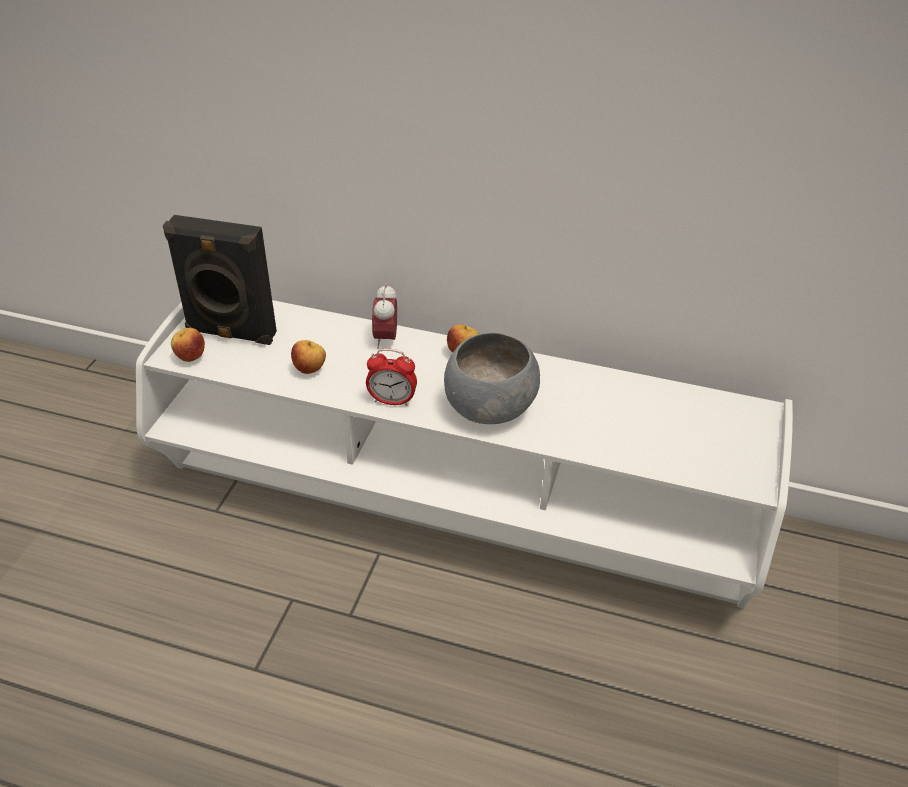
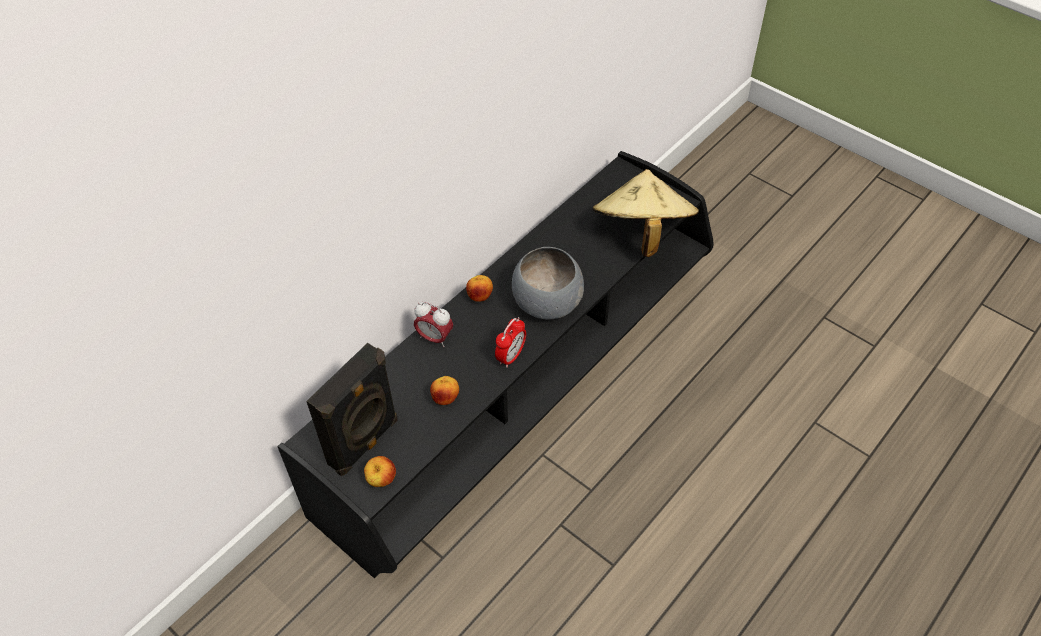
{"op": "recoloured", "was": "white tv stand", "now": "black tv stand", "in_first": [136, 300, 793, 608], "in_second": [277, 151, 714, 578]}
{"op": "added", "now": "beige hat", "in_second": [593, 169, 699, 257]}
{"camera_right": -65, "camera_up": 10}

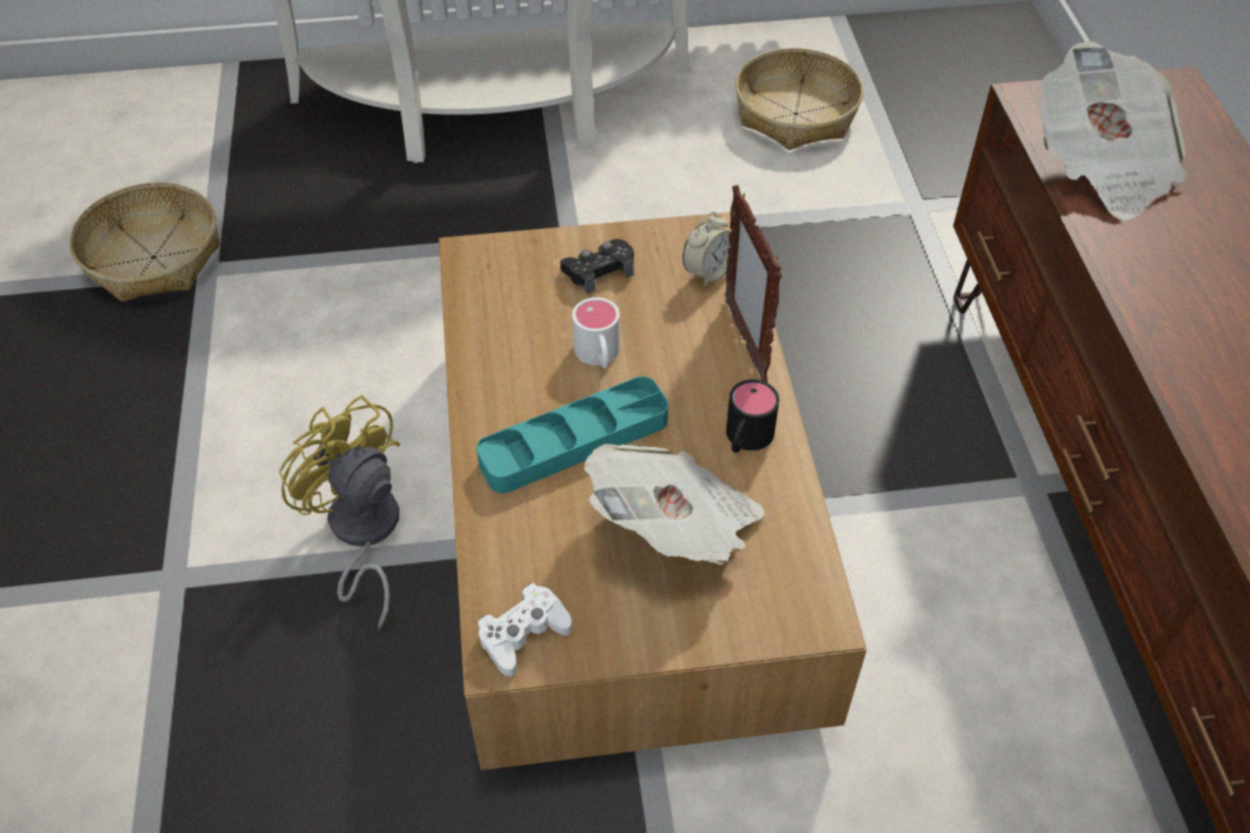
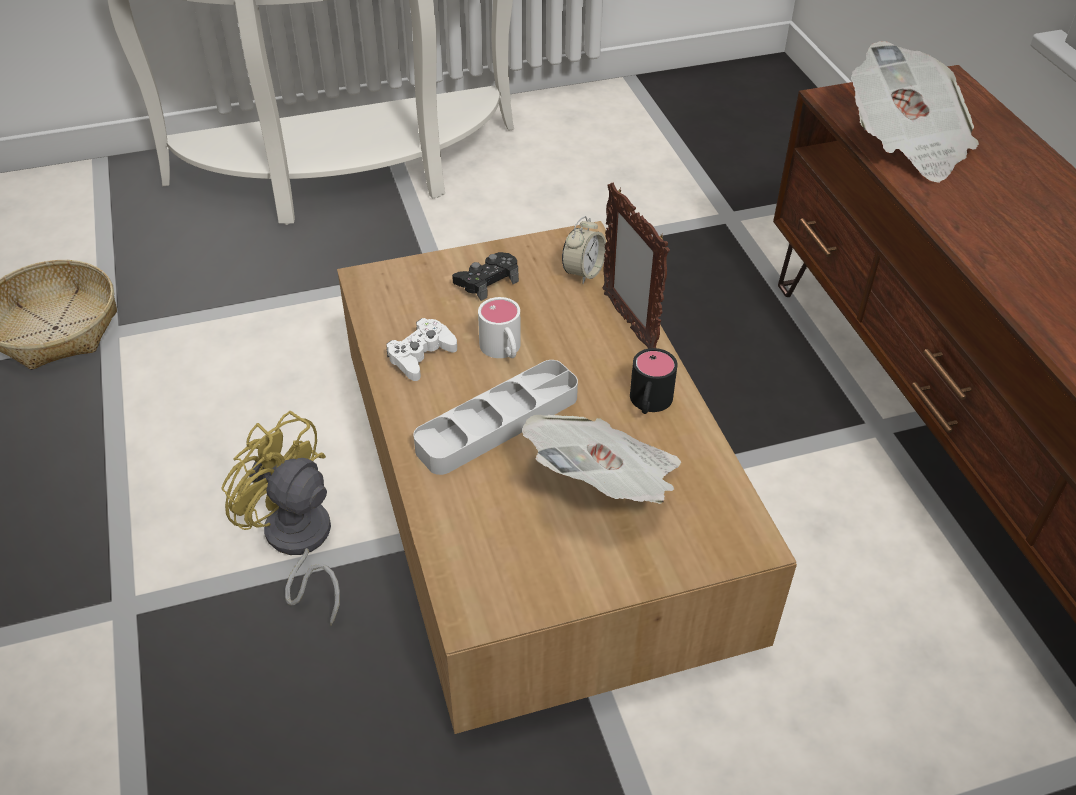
{"op": "removed", "was": "basket", "in_first": [735, 48, 863, 150]}
{"op": "recoloured", "was": "turquoise tray", "now": "grey tray", "in_first": [477, 376, 668, 493], "in_second": [413, 360, 578, 475]}
{"op": "moved", "was": "white game controller", "in_first": [478, 583, 572, 676], "in_second": [386, 318, 457, 381]}
{"camera_right": -10, "camera_up": -5}

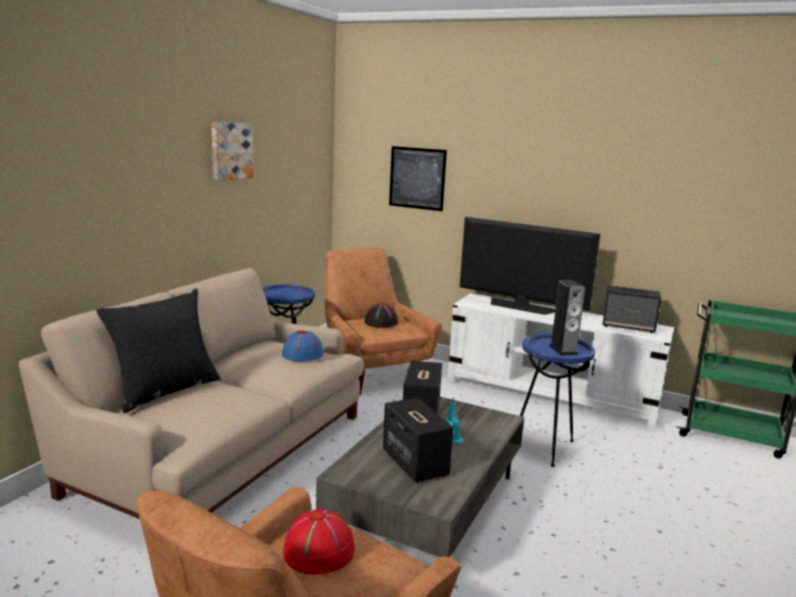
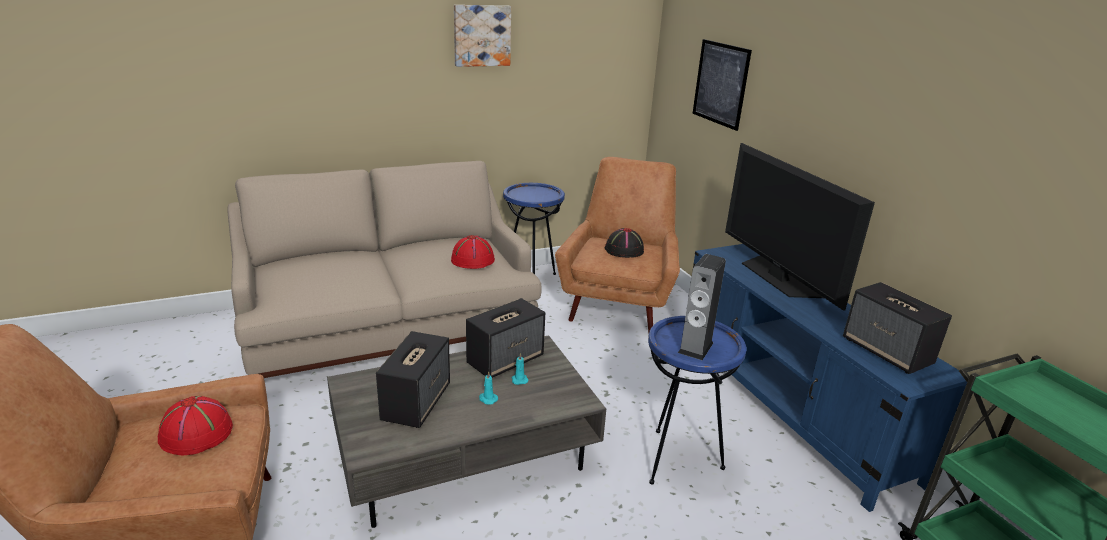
{"op": "removed", "was": "black pillow", "in_first": [96, 289, 221, 413]}
{"op": "recoloured", "was": "white tv stand", "now": "blue tv stand", "in_first": [447, 293, 674, 431], "in_second": [693, 244, 967, 512]}
{"op": "recoloured", "was": "blue hat", "now": "red hat", "in_first": [282, 330, 324, 362], "in_second": [451, 235, 495, 269]}
{"camera_right": 40, "camera_up": 10}

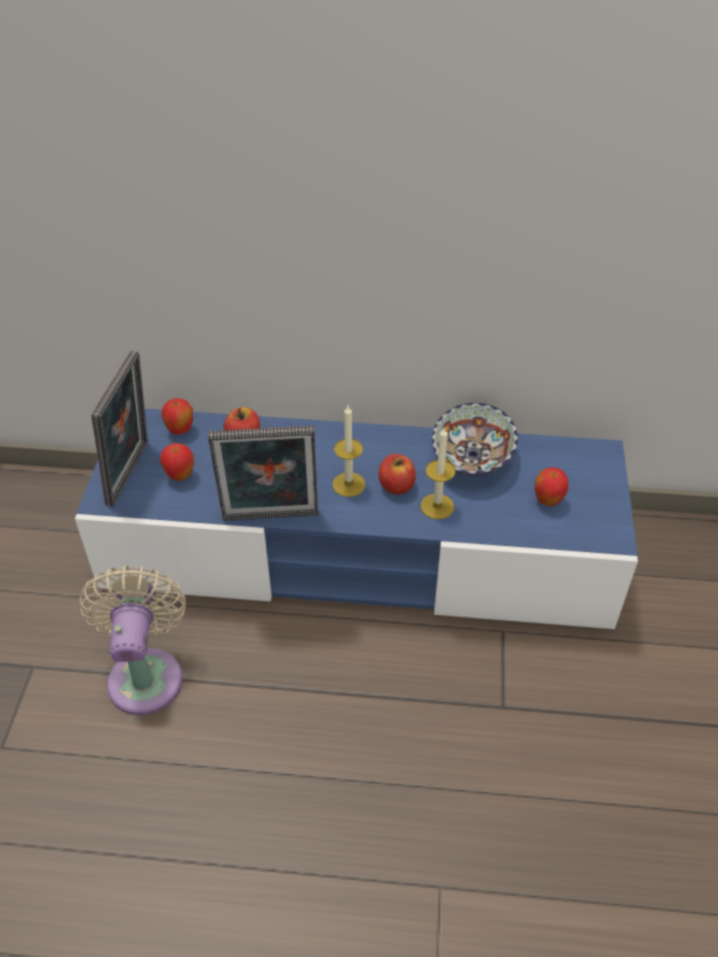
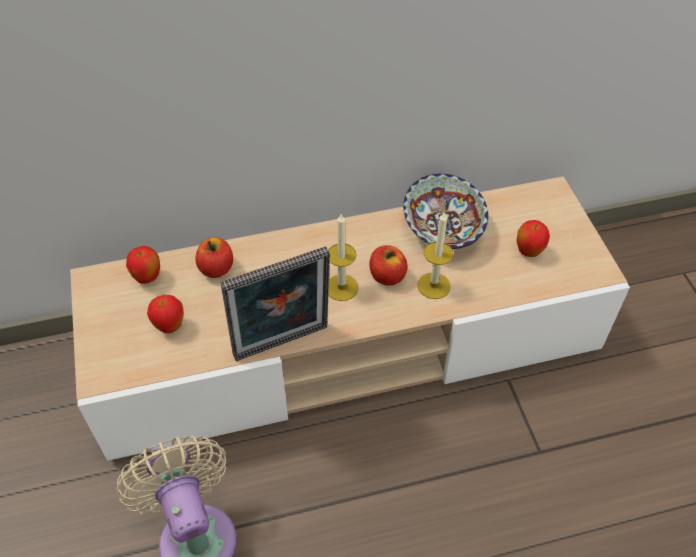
{"op": "removed", "was": "picture frame", "in_first": [91, 351, 148, 507]}
{"op": "recoloured", "was": "blue tv stand", "now": "beige tv stand", "in_first": [75, 408, 638, 629], "in_second": [70, 176, 630, 461]}
{"camera_right": -20, "camera_up": 5}

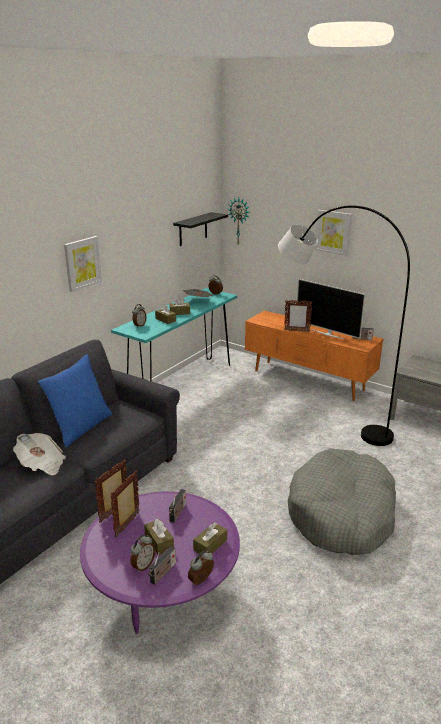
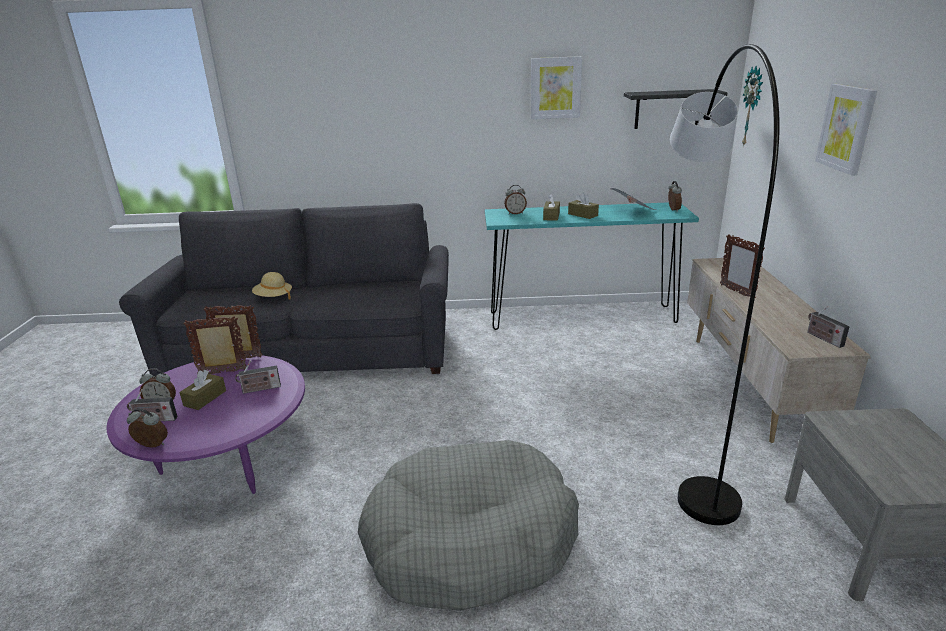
{"op": "moved", "was": "picture", "in_first": [64, 236, 102, 292], "in_second": [531, 56, 582, 119]}
{"op": "removed", "was": "television", "in_first": [297, 279, 366, 339]}
{"op": "recoloured", "was": "orange tv stand", "now": "beige tv stand", "in_first": [245, 311, 384, 401], "in_second": [687, 258, 871, 443]}
{"op": "removed", "was": "blue pillow", "in_first": [38, 354, 112, 447]}
{"op": "replaced", "was": "newspaper", "now": "beige hat", "in_first": [13, 433, 66, 475], "in_second": [252, 272, 292, 300]}
{"op": "removed", "was": "brown tissue box", "in_first": [193, 522, 227, 554]}
{"camera_right": 55, "camera_up": 0}

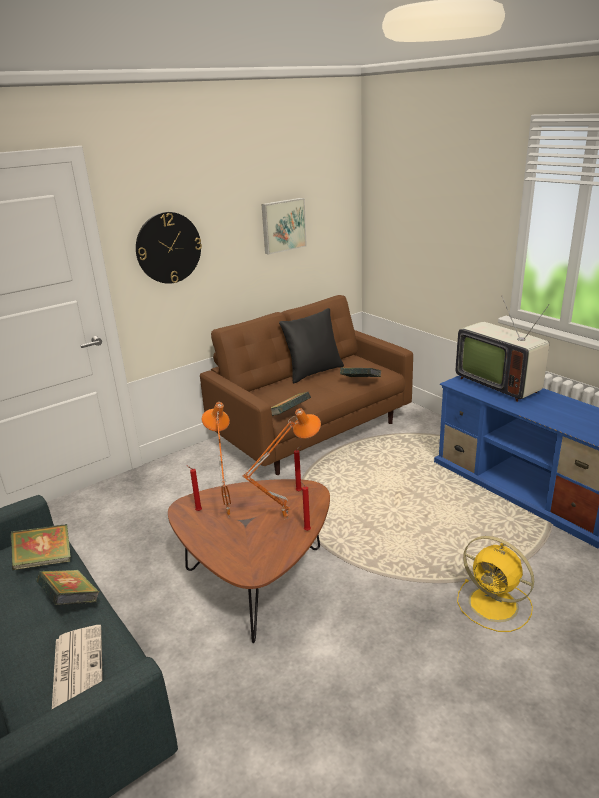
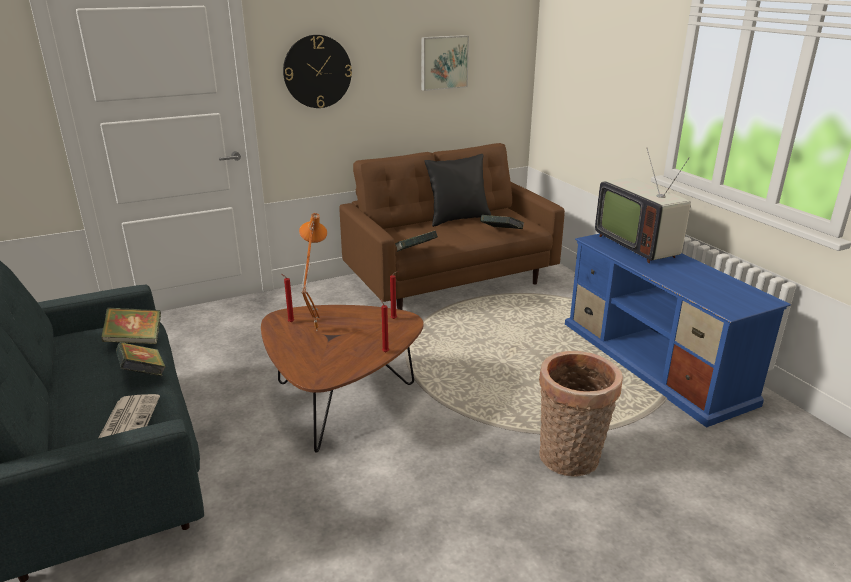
{"op": "removed", "was": "orange table lamp", "in_first": [242, 408, 321, 520]}
{"op": "replaced", "was": "yellow fan", "now": "basket", "in_first": [457, 536, 534, 632], "in_second": [539, 351, 623, 477]}
{"camera_right": 10, "camera_up": 0}

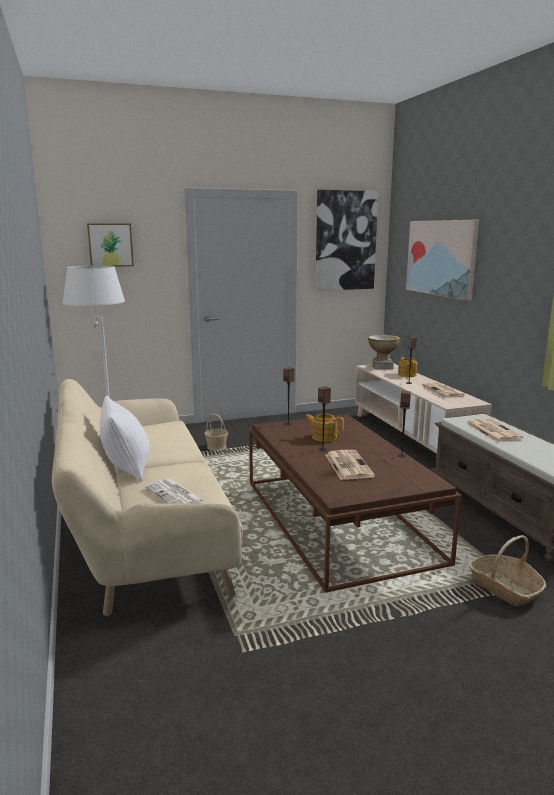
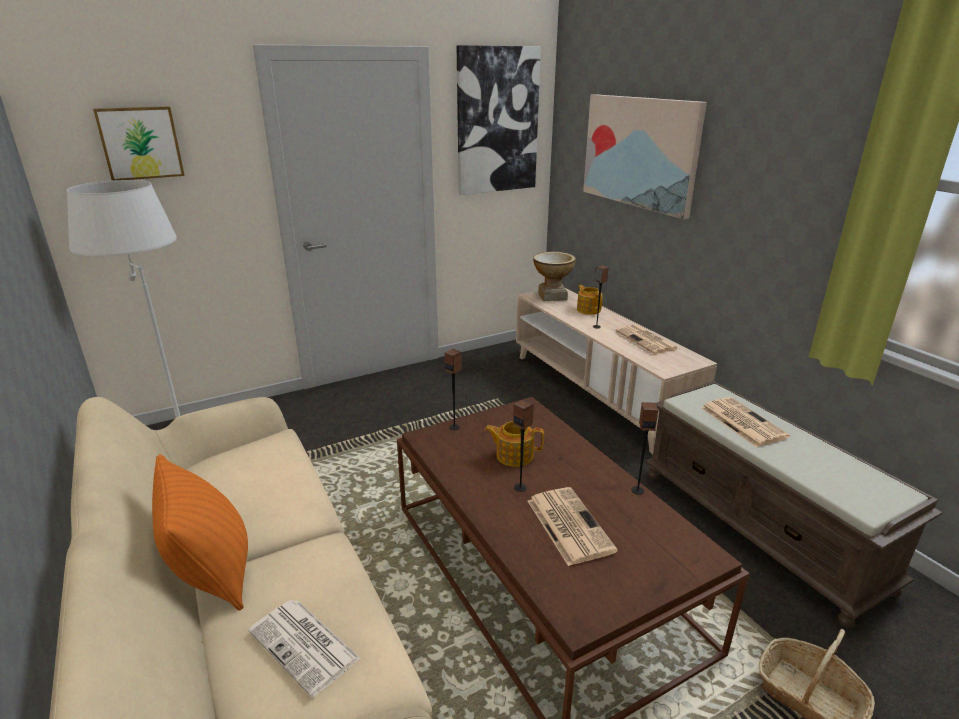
{"op": "recoloured", "was": "white pillow", "now": "orange pillow", "in_first": [100, 396, 149, 482], "in_second": [152, 454, 248, 611]}
{"op": "removed", "was": "basket", "in_first": [204, 414, 228, 451]}
{"camera_right": -10, "camera_up": 10}

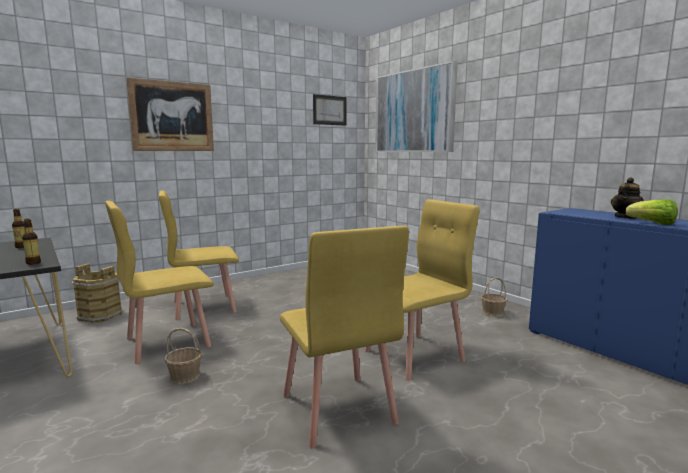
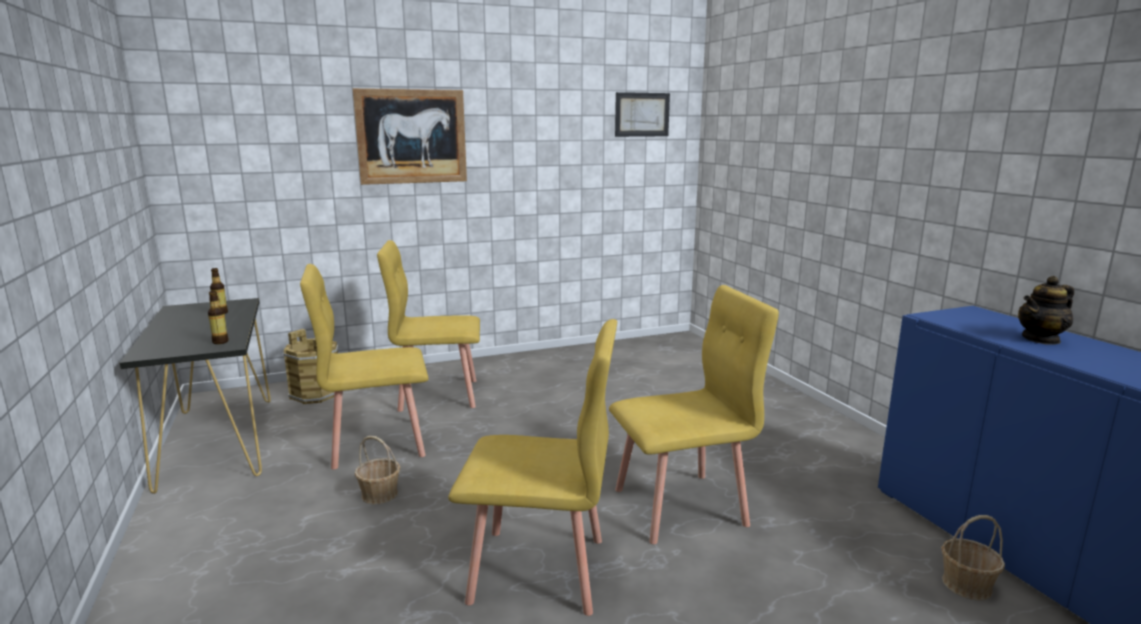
{"op": "removed", "was": "picture", "in_first": [375, 61, 458, 152]}
{"op": "removed", "was": "lettuce", "in_first": [625, 199, 678, 225]}
{"op": "turned", "was": "yellow chair", "in_first": [280, 226, 409, 448], "in_second": [448, 319, 617, 616], "clockwise": -75}
{"op": "moved", "was": "basket", "in_first": [481, 277, 508, 317], "in_second": [941, 515, 1005, 600]}
{"camera_right": 15, "camera_up": 5}

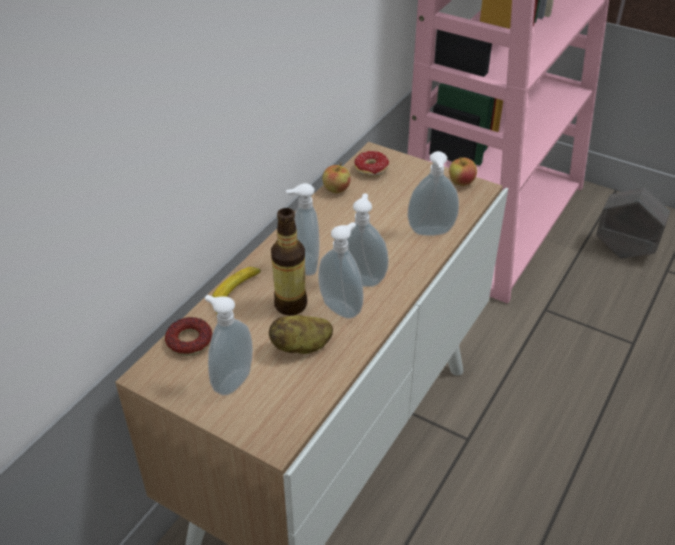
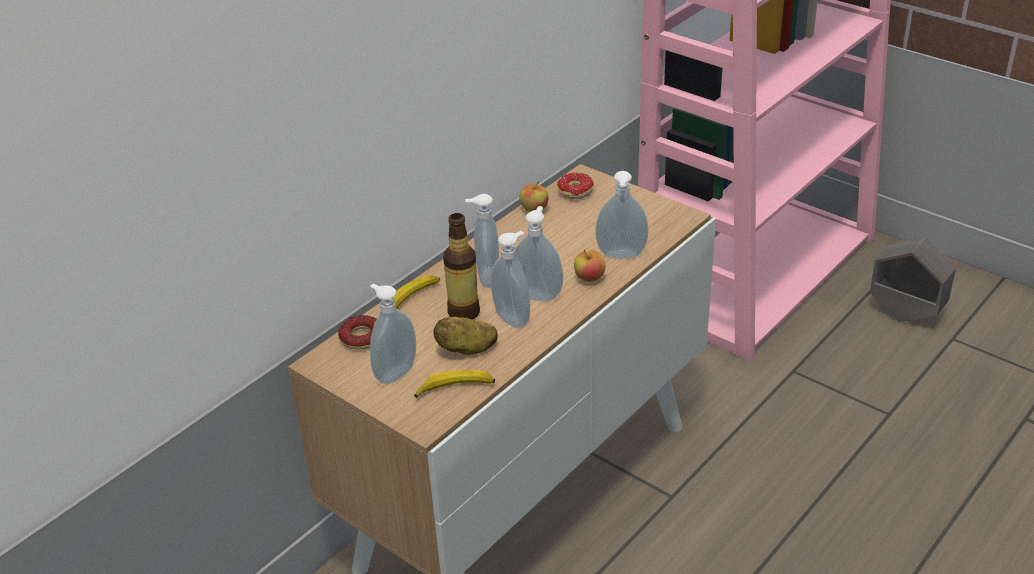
{"op": "moved", "was": "apple", "in_first": [449, 157, 477, 186], "in_second": [574, 250, 605, 282]}
{"op": "added", "now": "banana", "in_second": [414, 370, 495, 398]}
{"camera_right": 10, "camera_up": -5}

